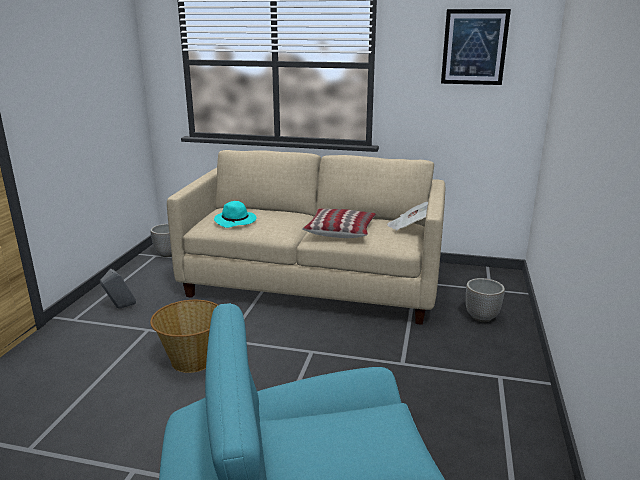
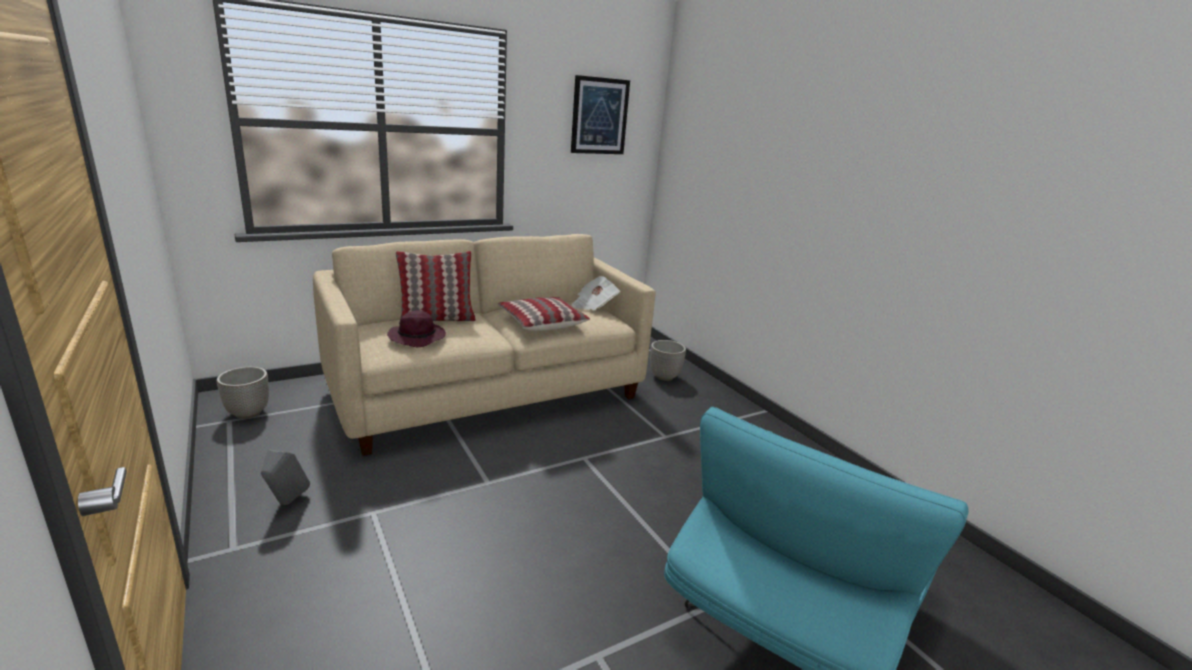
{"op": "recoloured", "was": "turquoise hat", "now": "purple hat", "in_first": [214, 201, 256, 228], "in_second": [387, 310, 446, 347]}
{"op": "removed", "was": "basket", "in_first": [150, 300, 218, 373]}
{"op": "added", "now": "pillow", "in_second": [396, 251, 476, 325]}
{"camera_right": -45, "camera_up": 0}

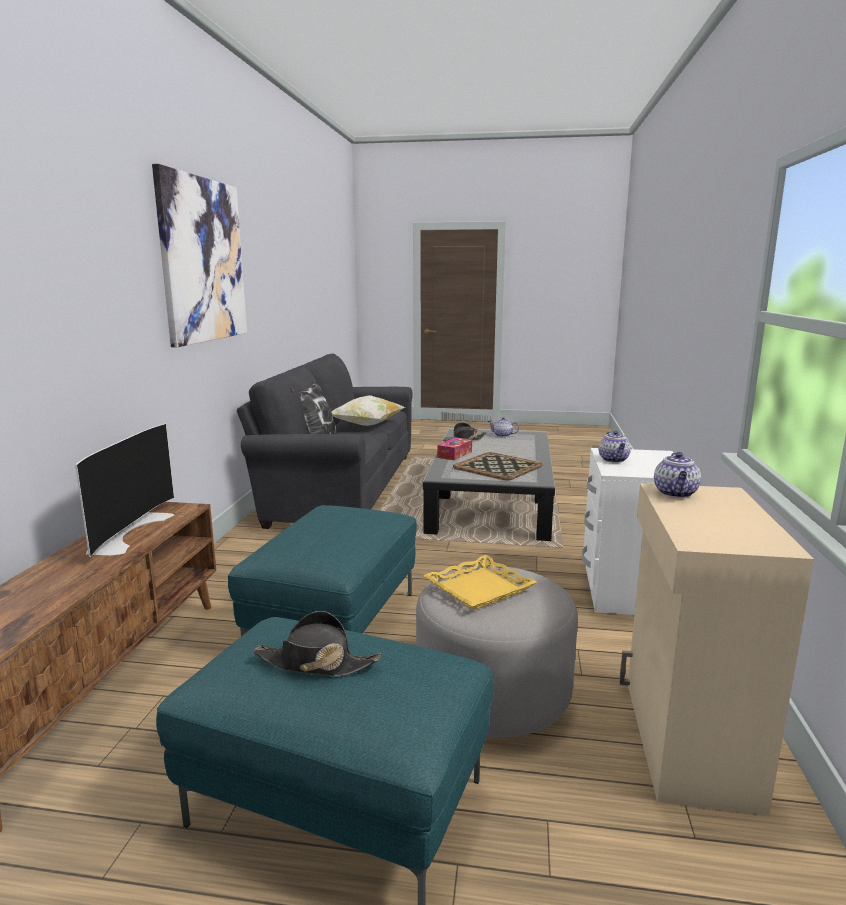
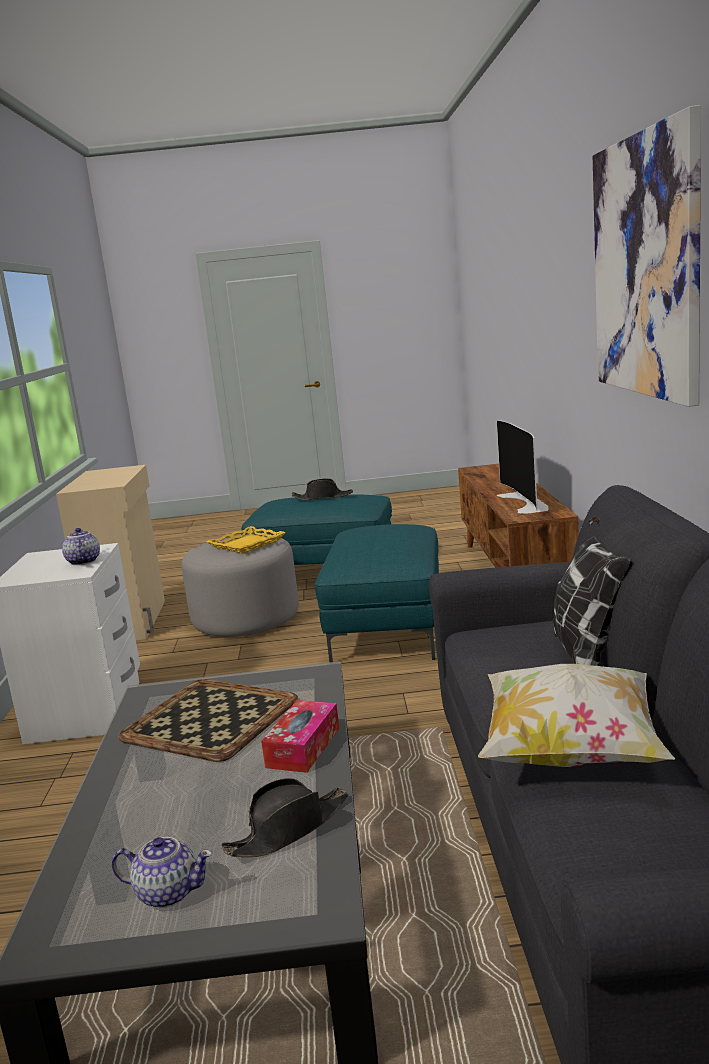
{"op": "removed", "was": "teapot", "in_first": [654, 452, 701, 498]}
{"camera_right": 170, "camera_up": 0}

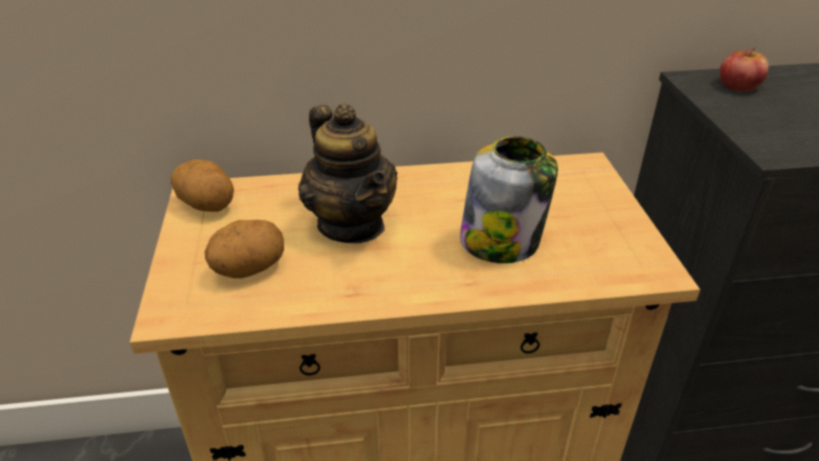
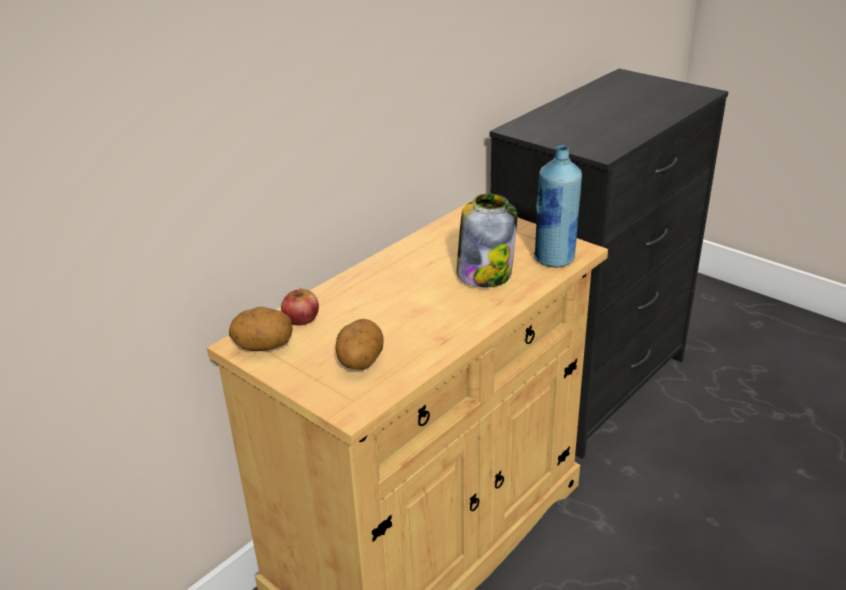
{"op": "moved", "was": "apple", "in_first": [719, 47, 769, 92], "in_second": [281, 288, 319, 325]}
{"op": "removed", "was": "teapot", "in_first": [298, 104, 398, 243]}
{"op": "added", "now": "blue bottle", "in_second": [534, 145, 582, 268]}
{"camera_right": -40, "camera_up": -5}

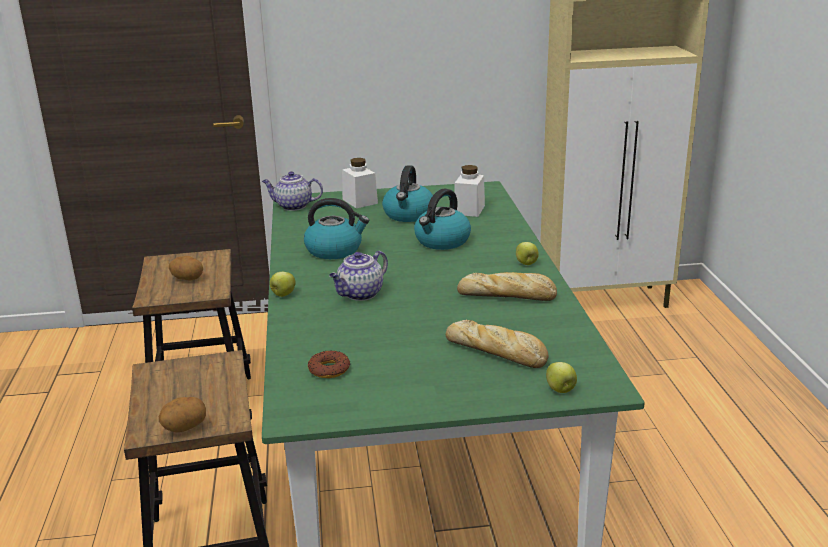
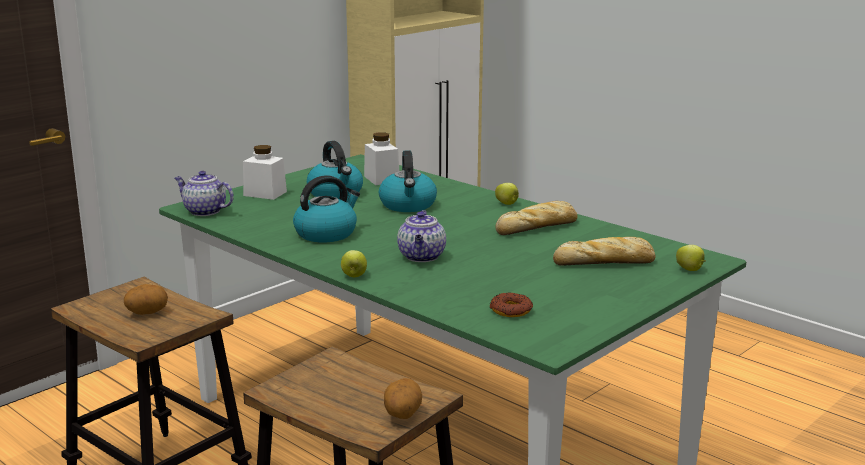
{"op": "turned", "was": "teapot", "in_first": [262, 171, 323, 211], "in_second": [174, 171, 234, 216], "clockwise": 60}
{"camera_right": -40, "camera_up": -5}

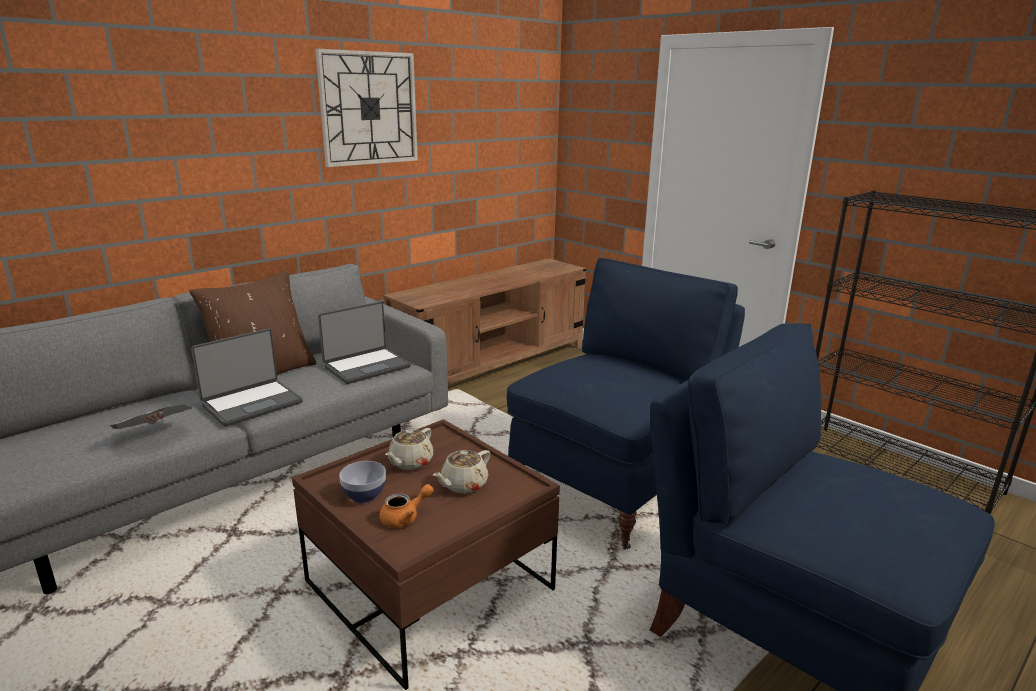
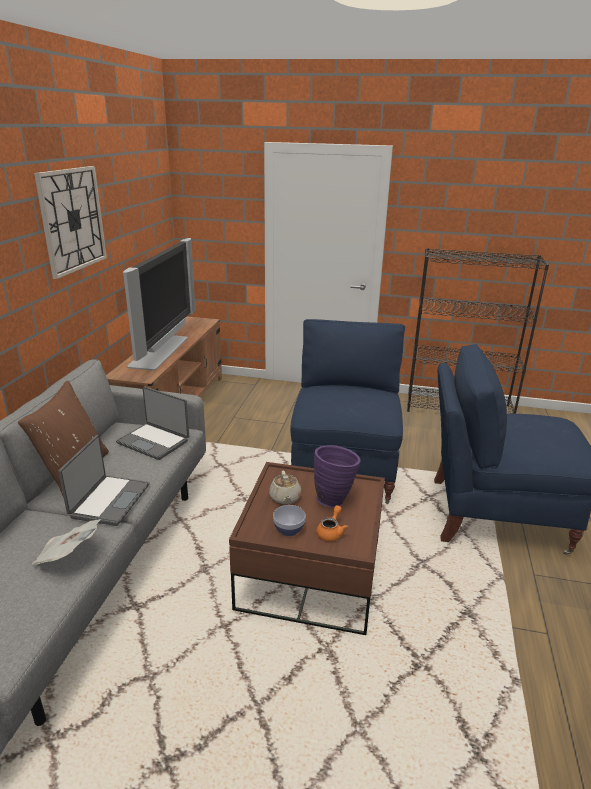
{"op": "turned", "was": "laptop", "in_first": [318, 301, 411, 384], "in_second": [116, 386, 189, 460], "clockwise": 105}
{"op": "replaced", "was": "beige teapot", "now": "purple vase", "in_first": [433, 450, 490, 494], "in_second": [314, 445, 361, 507]}
{"op": "added", "now": "television", "in_second": [123, 238, 195, 371]}
{"camera_right": -35, "camera_up": 5}

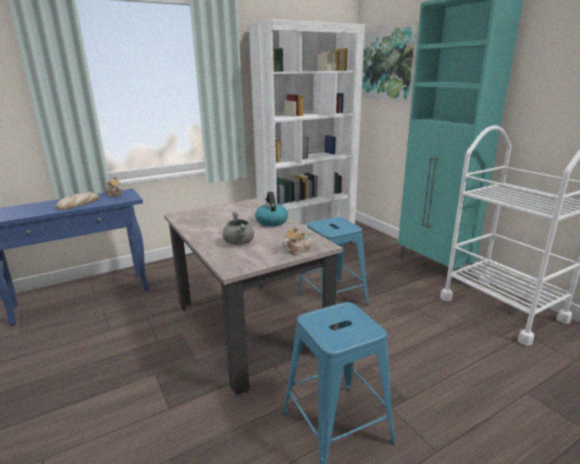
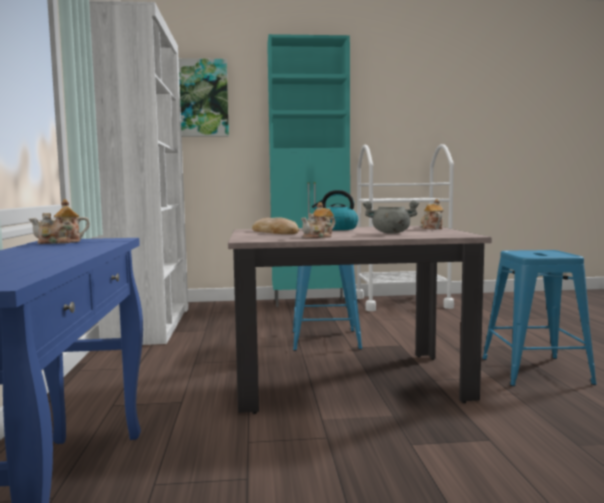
{"op": "moved", "was": "bread", "in_first": [56, 192, 99, 210], "in_second": [252, 217, 299, 234]}
{"op": "added", "now": "teapot", "in_second": [301, 202, 336, 238]}
{"camera_right": -65, "camera_up": -15}

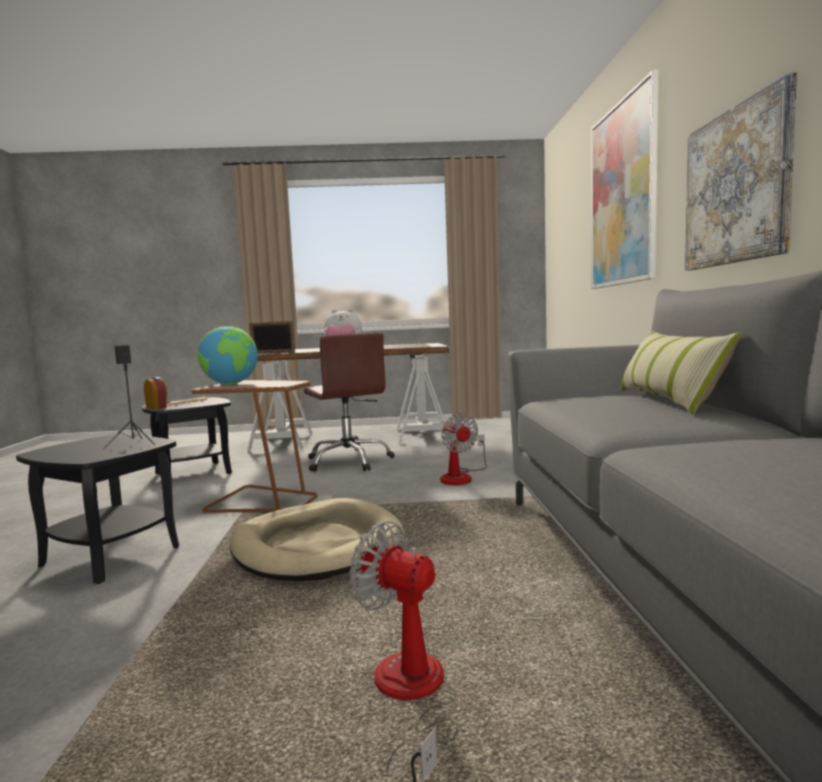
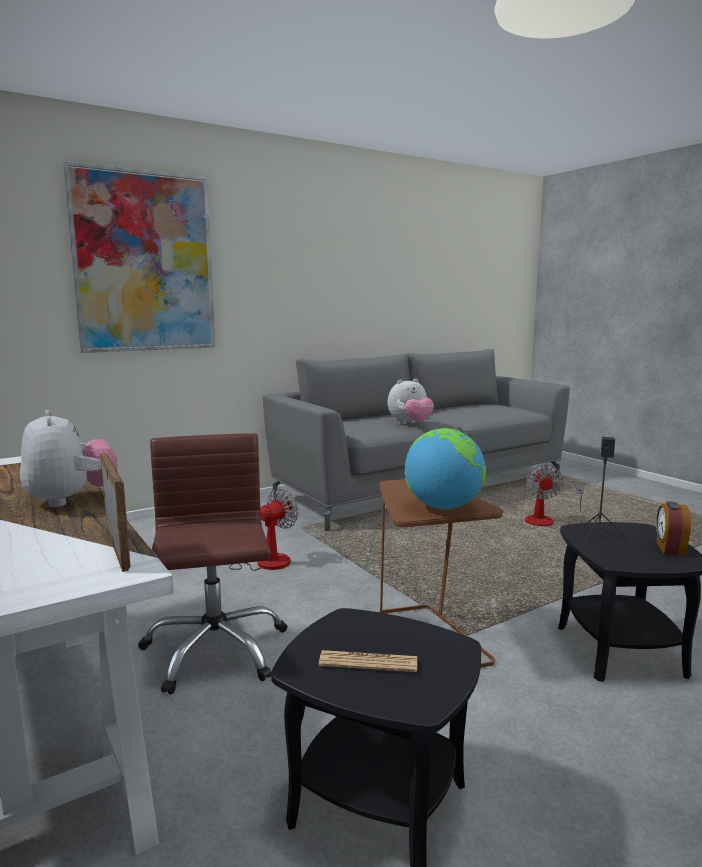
{"op": "removed", "was": "picture", "in_first": [685, 72, 797, 271]}
{"op": "removed", "was": "pillow", "in_first": [618, 330, 742, 414]}
{"op": "turned", "was": "brown office chair", "in_first": [304, 333, 395, 472], "in_second": [138, 433, 288, 694], "clockwise": -45}
{"op": "moved", "was": "alarm clock", "in_first": [144, 377, 167, 409], "in_second": [656, 501, 691, 556]}
{"op": "removed", "was": "beige dog bed", "in_first": [230, 498, 404, 581]}
{"op": "added", "now": "plush toy", "in_second": [388, 378, 434, 424]}
{"camera_right": -120, "camera_up": 5}

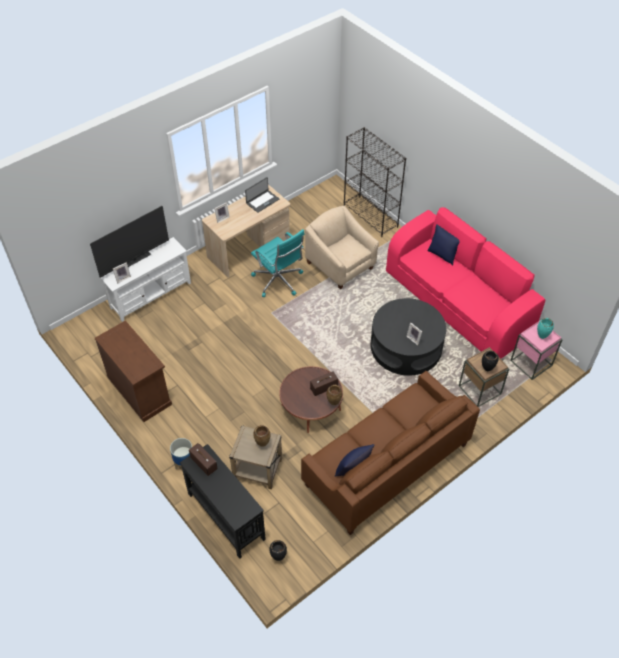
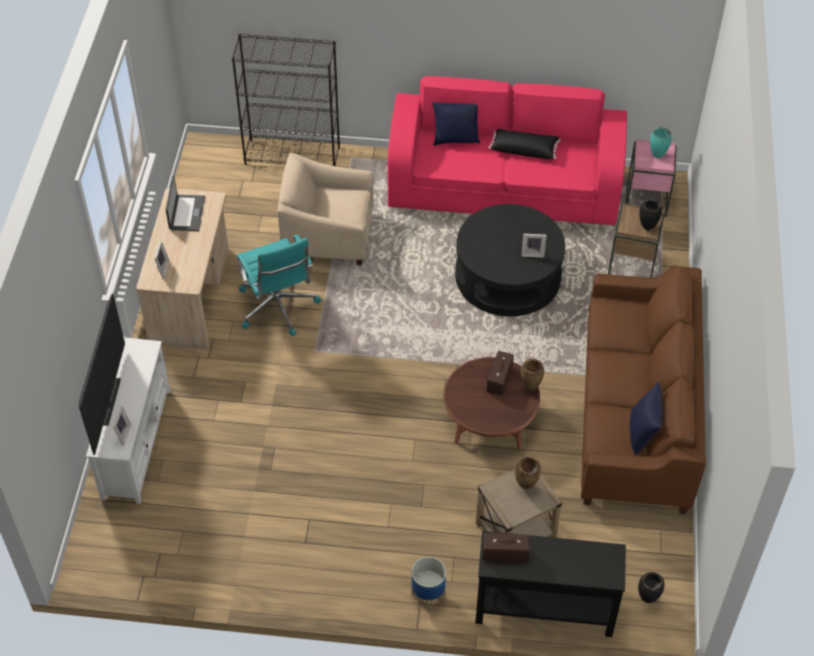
{"op": "turned", "was": "turquoise office chair", "in_first": [251, 229, 305, 297], "in_second": [236, 234, 321, 336], "clockwise": 60}
{"op": "removed", "was": "brown cabinet", "in_first": [95, 320, 172, 422]}
{"op": "added", "now": "black pillow", "in_second": [488, 129, 561, 159]}
{"camera_right": -45, "camera_up": 0}

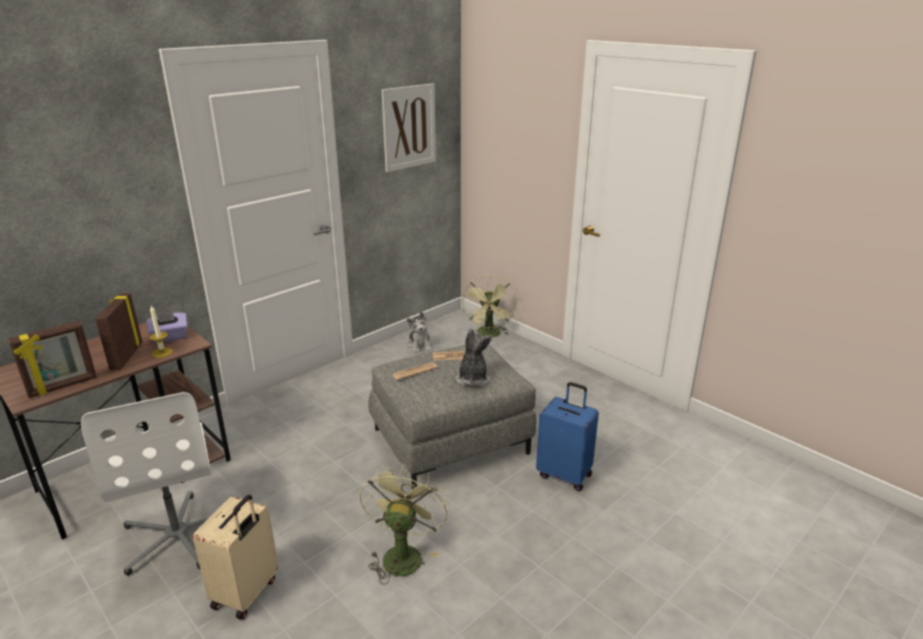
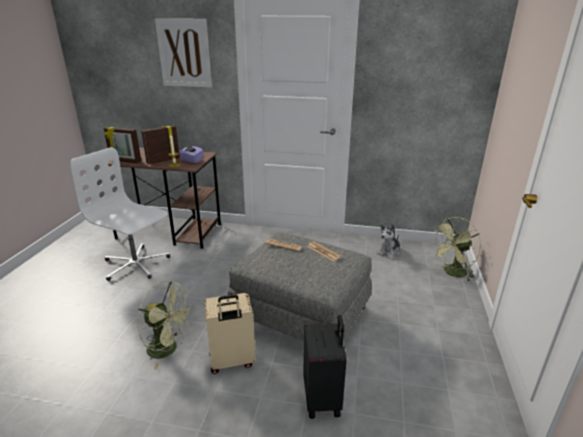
{"op": "moved", "was": "picture", "in_first": [381, 83, 436, 172], "in_second": [155, 18, 212, 87]}
{"op": "removed", "was": "plush toy", "in_first": [456, 328, 492, 386]}
{"op": "recoloured", "was": "blue suitcase", "now": "black suitcase", "in_first": [536, 382, 599, 491], "in_second": [303, 315, 347, 419]}
{"op": "turned", "was": "white office chair", "in_first": [81, 392, 211, 576], "in_second": [70, 147, 170, 281], "clockwise": 90}
{"op": "turned", "was": "green fan", "in_first": [360, 464, 448, 584], "in_second": [137, 280, 194, 369], "clockwise": 45}
{"op": "moved", "was": "beige suitcase", "in_first": [193, 495, 278, 619], "in_second": [204, 293, 256, 374]}
{"camera_right": 55, "camera_up": 0}

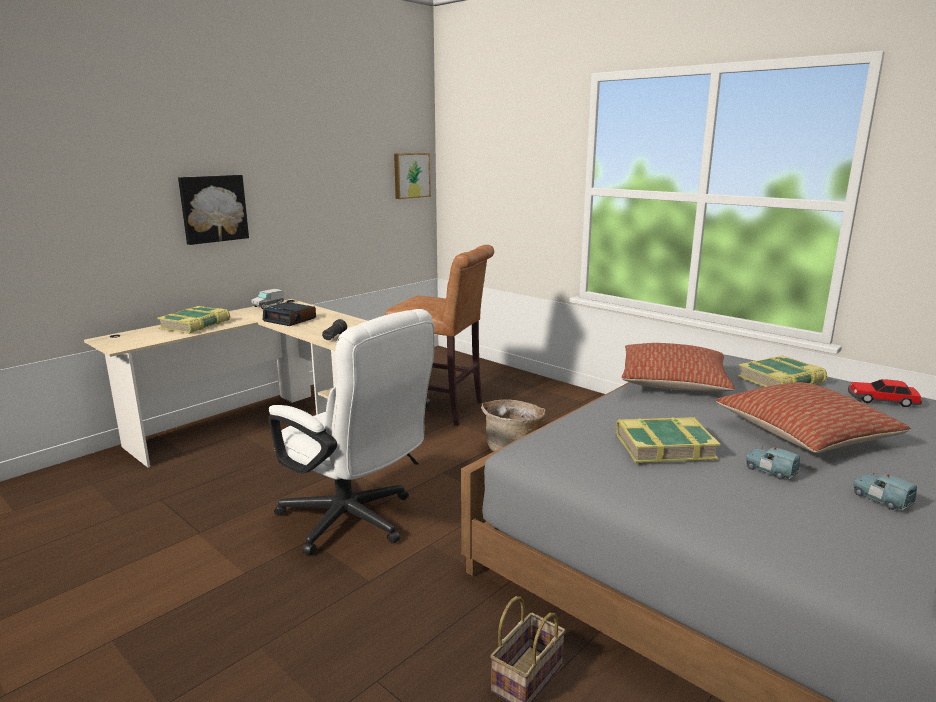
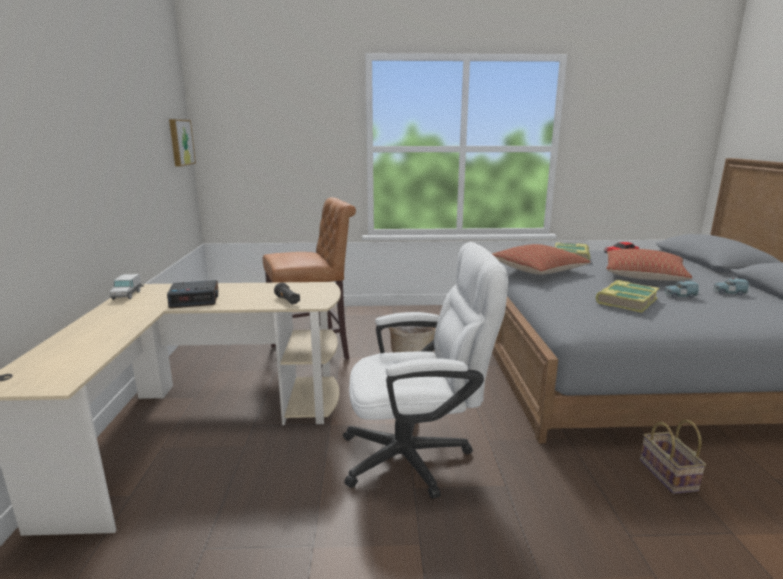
{"op": "removed", "was": "picture", "in_first": [178, 175, 249, 245]}
{"op": "removed", "was": "book", "in_first": [157, 306, 230, 334]}
{"camera_right": -45, "camera_up": 0}

